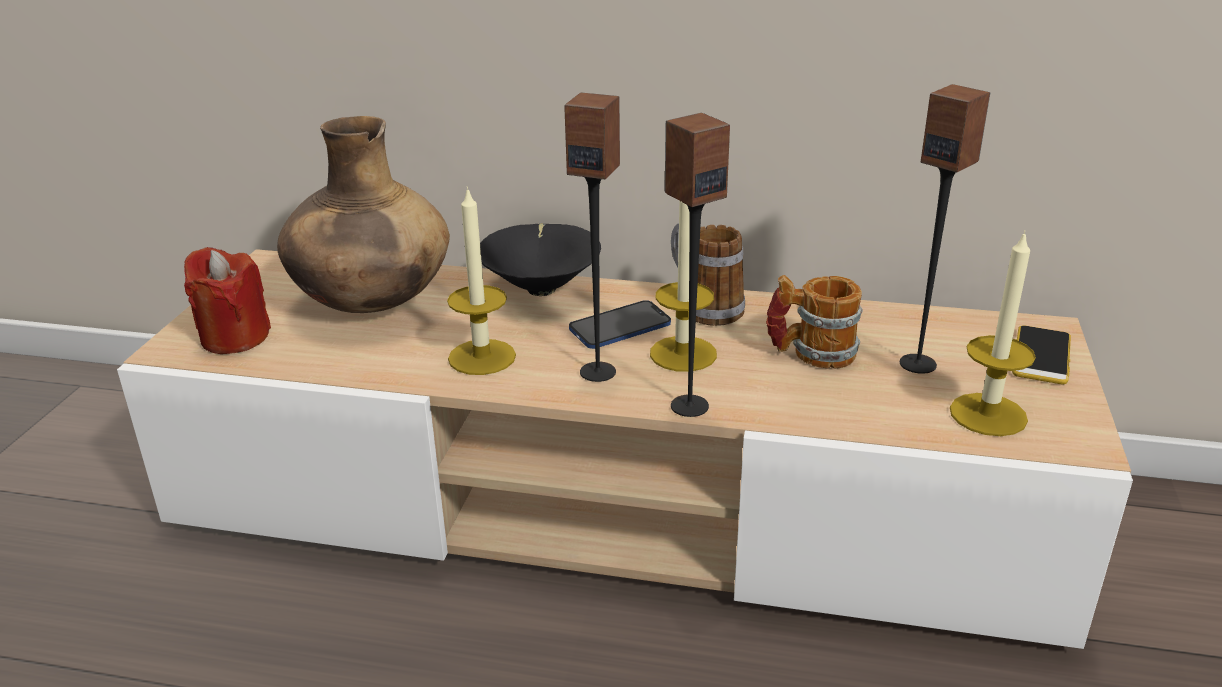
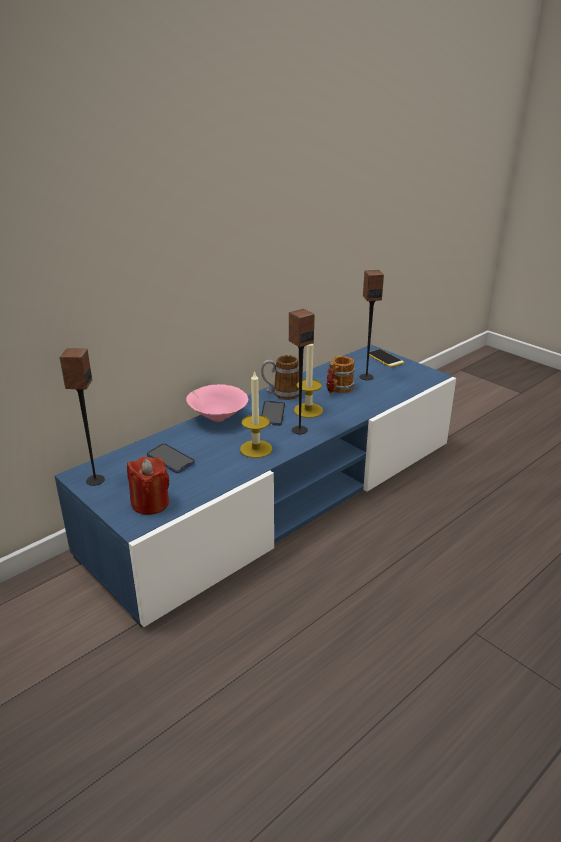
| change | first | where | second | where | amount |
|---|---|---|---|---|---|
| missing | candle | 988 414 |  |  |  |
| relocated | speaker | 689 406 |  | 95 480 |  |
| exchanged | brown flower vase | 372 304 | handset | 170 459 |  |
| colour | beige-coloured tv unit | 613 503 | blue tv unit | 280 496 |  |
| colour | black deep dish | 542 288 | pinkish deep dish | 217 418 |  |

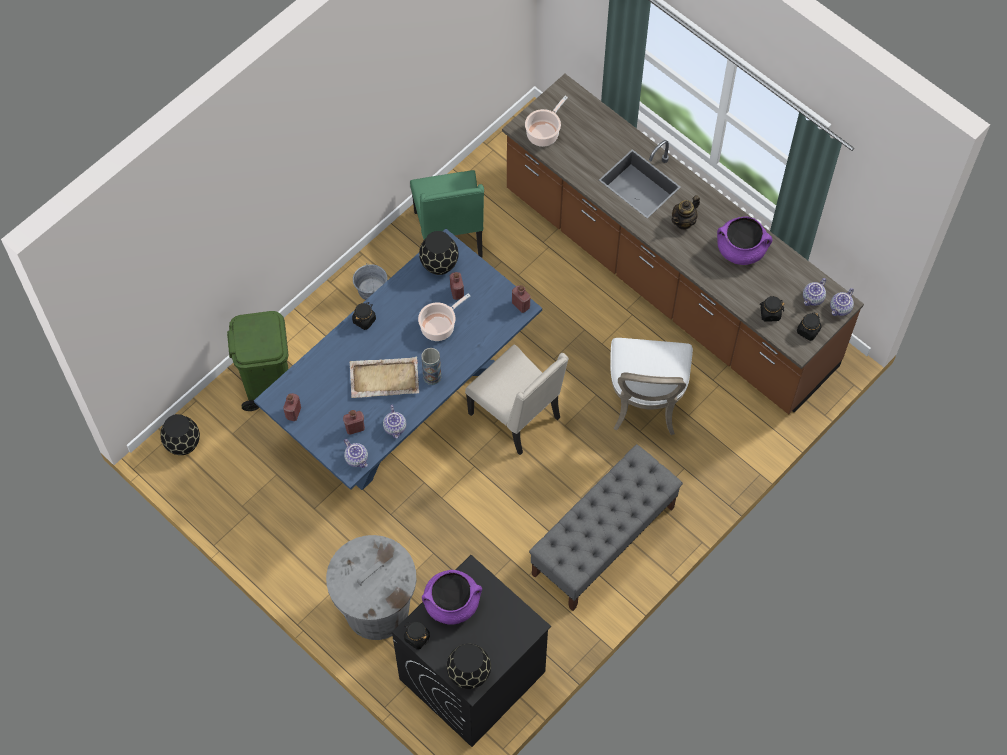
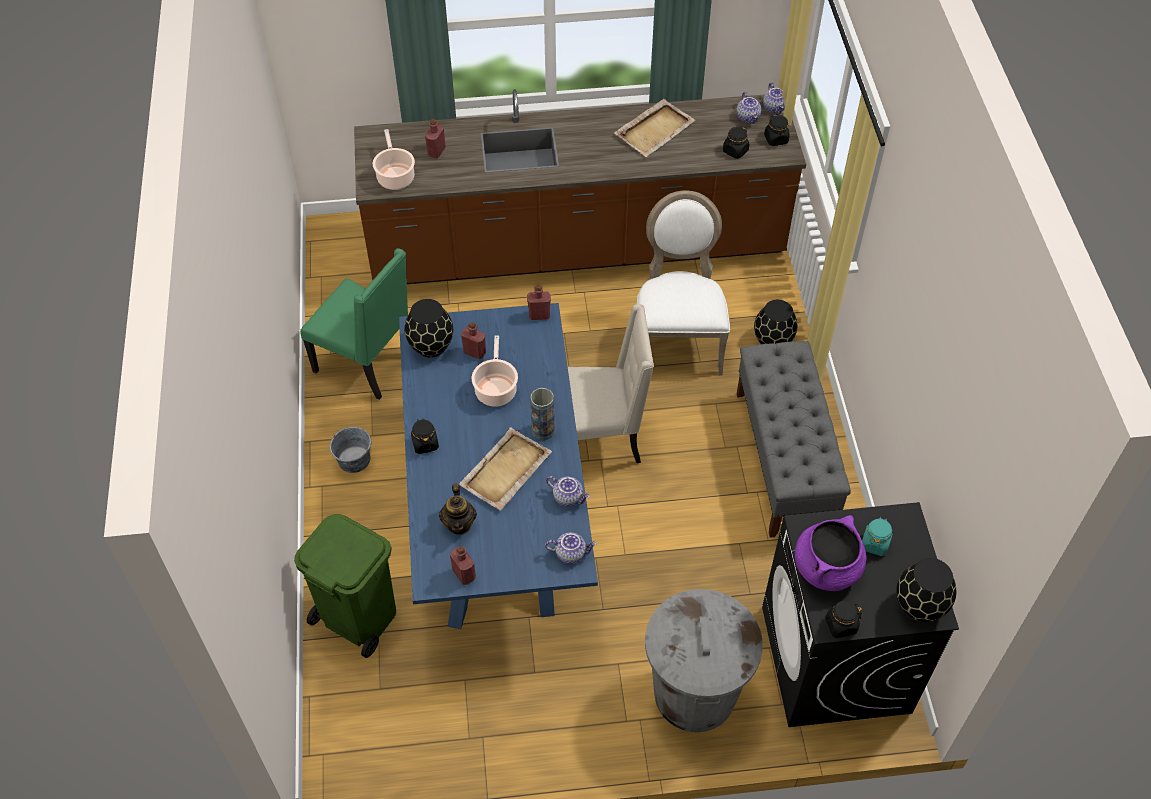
| change | first | where | second | where | amount |
|---|---|---|---|---|---|
| appeared |  |  | turquoise-coloured storage jar | 875 543 |  |
| relocated | black flower vase | 183 443 |  | 772 341 |  |
| relocated | red bottle | 355 428 |  | 436 151 |  |
| relocated | teapot | 684 221 |  | 459 524 |  |
| exchanged | purplish stockpot | 741 249 | beige-coloured tray | 655 129 |  |
| spun | whitish chair | 645 403 |  | 677 339 | 135 degrees counterclockwise |

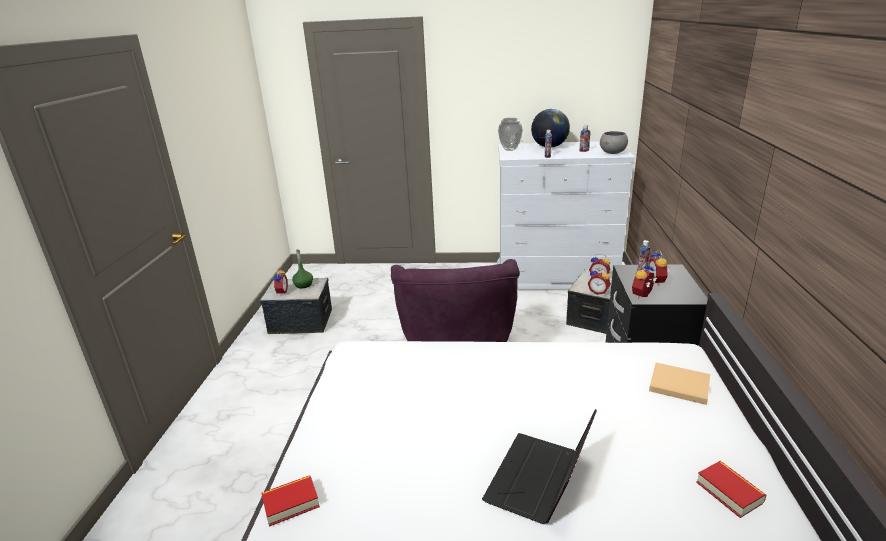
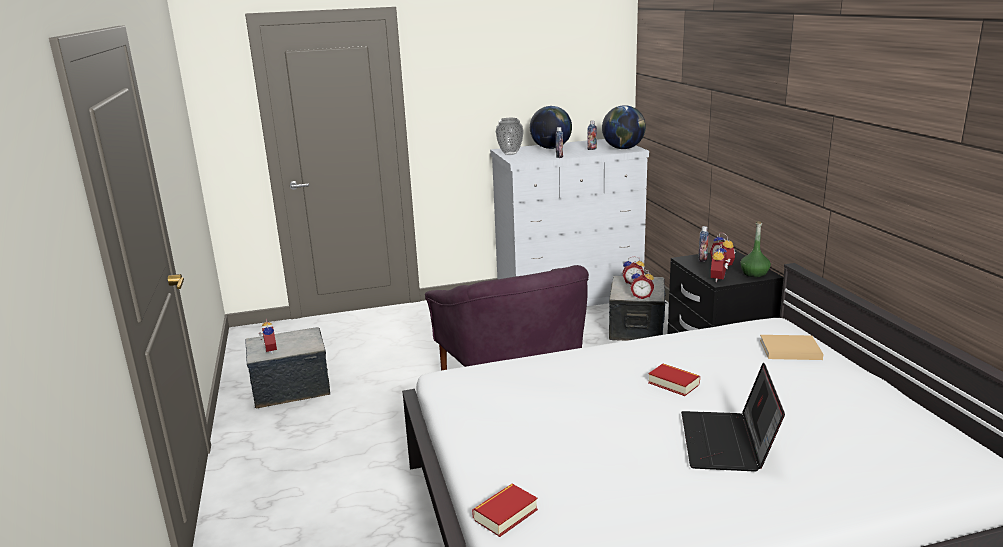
| change | first | where | second | where | amount |
|---|---|---|---|---|---|
| relocated | green bottle | 303 285 |  | 754 273 |  |
| relocated | bound book | 729 492 |  | 673 384 |  |
| exchanged | greyish deep dish | 613 153 | desk globe | 623 148 |  |

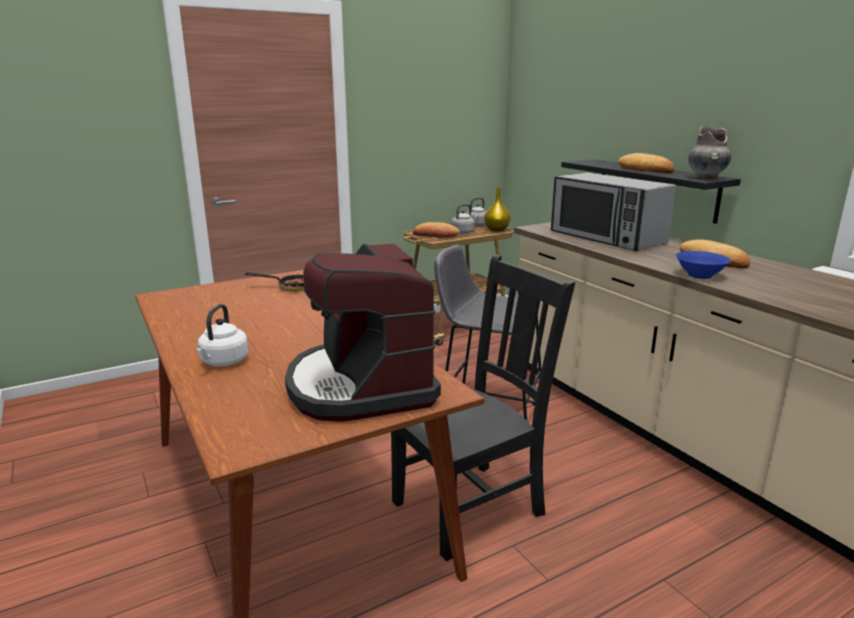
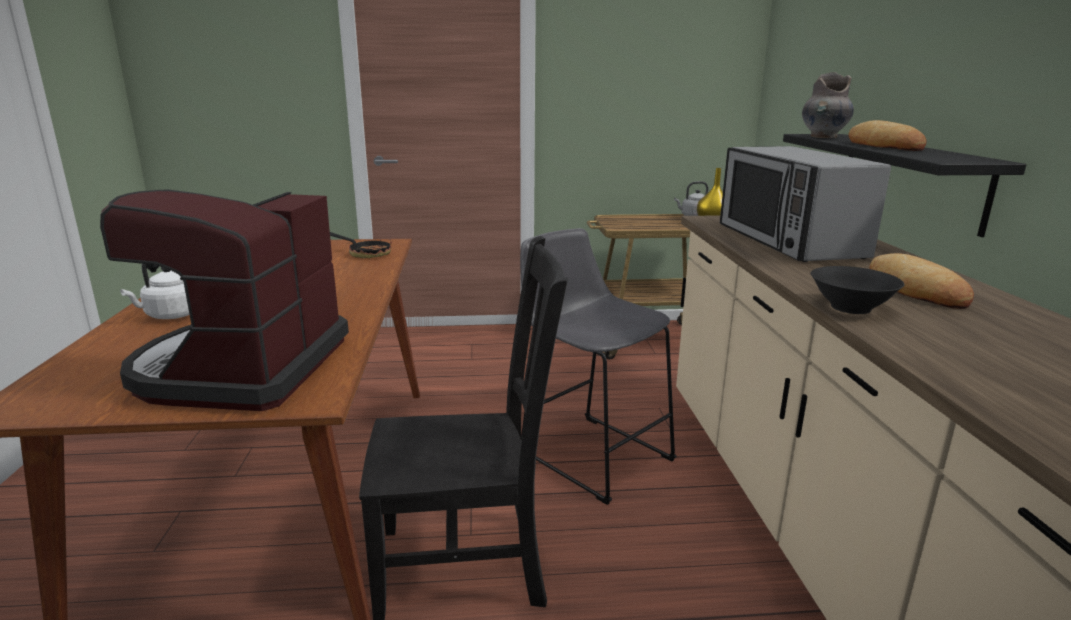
| change | first | where | second | where | amount |
|---|---|---|---|---|---|
| missing | baked bread | 435 235 |  |  |  |
| missing | greyish water kettle | 463 232 |  |  |  |
| relocated | greyish flower vase | 706 178 |  | 823 137 |  |
| colour | blue deep dish | 699 275 | black deep dish | 849 307 |  |

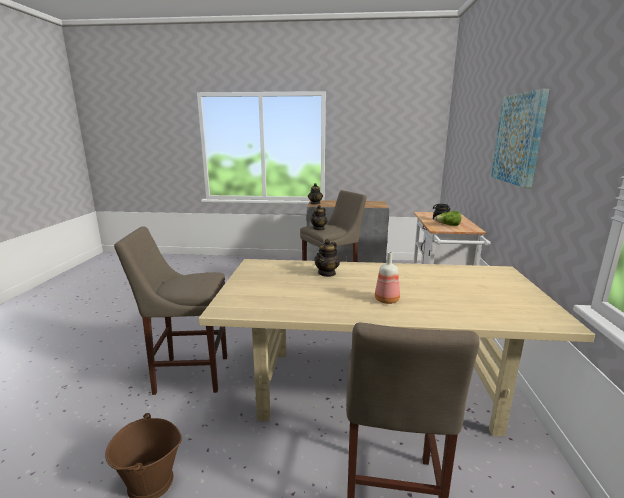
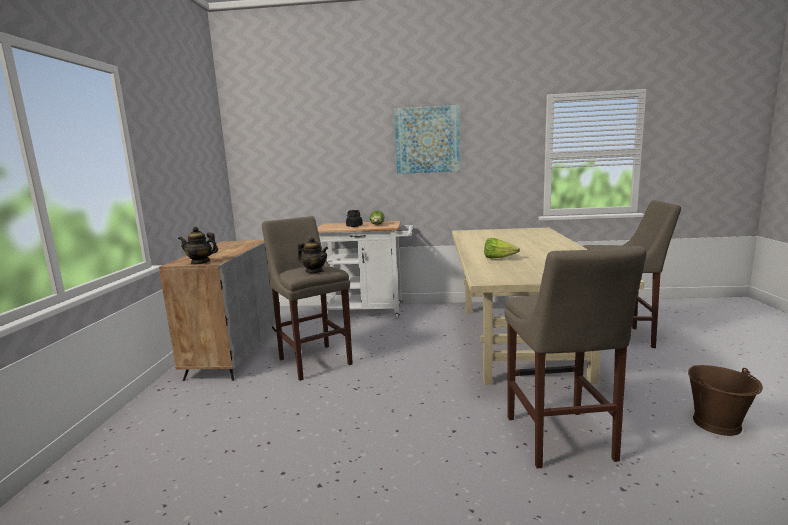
| change | first | where | second | where | amount |
|---|---|---|---|---|---|
| missing | bottle | 387 300 |  |  |  |
| exchanged | teapot | 327 273 | head of lettuce | 498 258 |  |

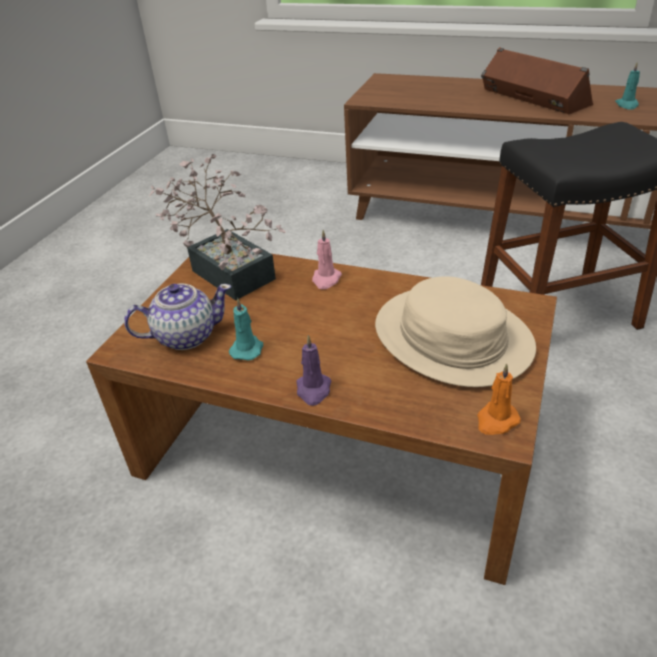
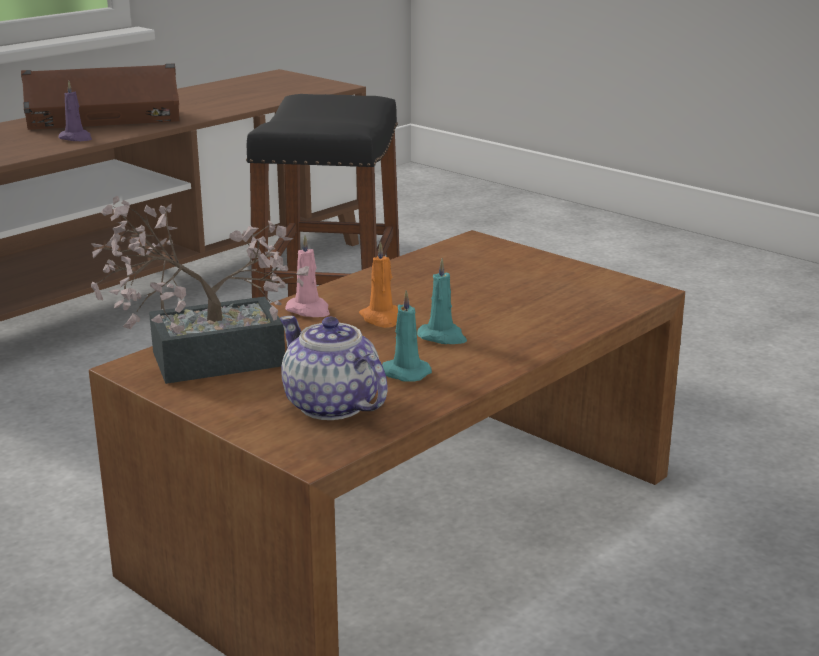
| change | first | where | second | where | amount |
|---|---|---|---|---|---|
| missing | beige-coloured clothing hat | 452 337 |  |  |  |
| relocated | purplish candle | 313 390 |  | 76 138 |  |
| relocated | orange candle | 496 421 |  | 382 318 |  |
| relocated | turquoise-coloured candle | 627 105 |  | 443 337 |  |
| spun | teapot | 185 336 |  | 331 406 | 45 degrees counterclockwise |

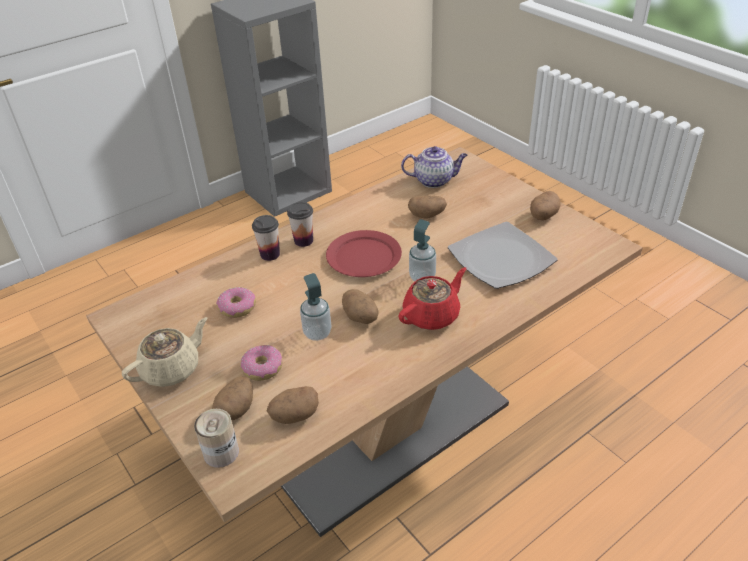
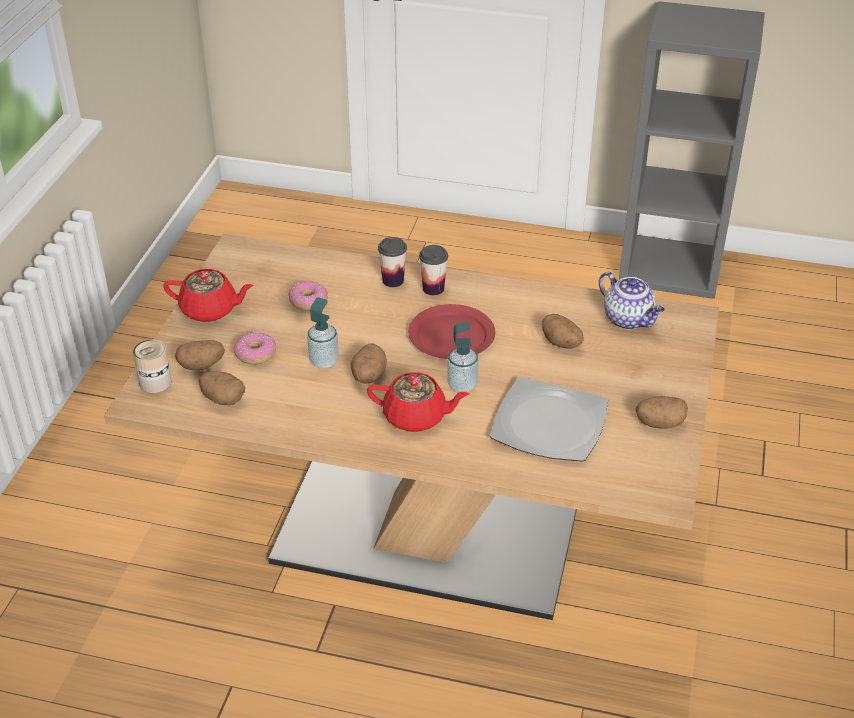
| change | first | where | second | where | amount |
|---|---|---|---|---|---|
| colour | beige-coloured teapot | 172 369 | red teapot | 210 310 |  |

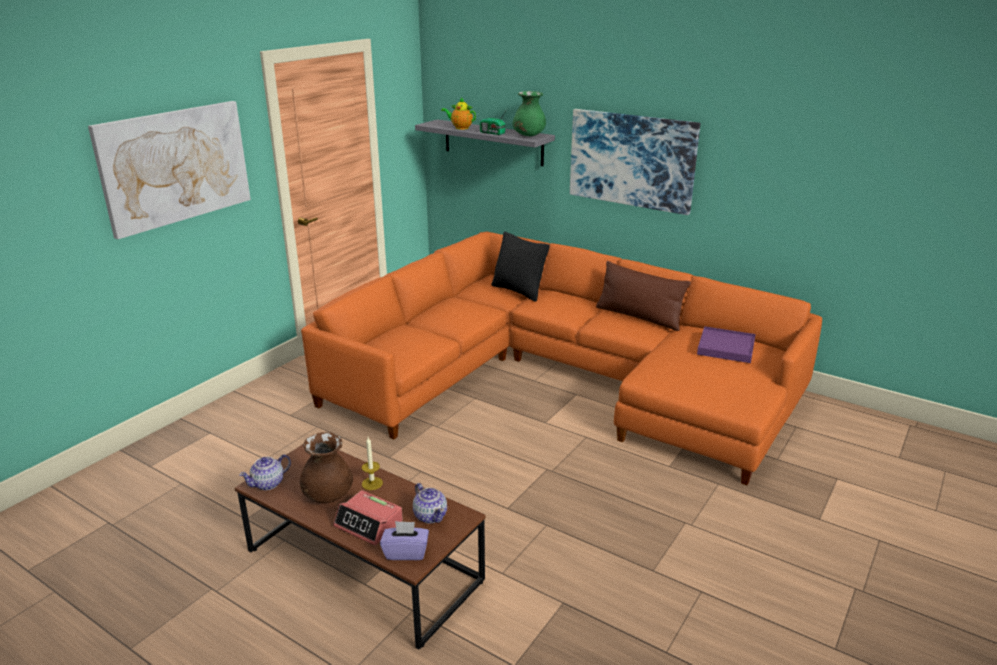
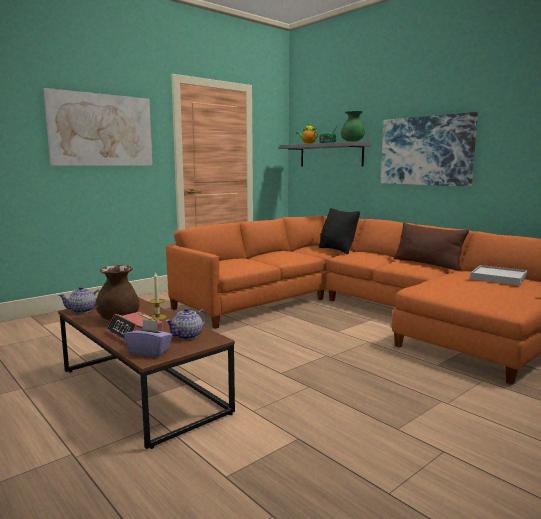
| change | first | where | second | where | amount |
|---|---|---|---|---|---|
| colour | purplish tray | 726 347 | whitish tray | 498 278 |  |
| spun | teapot | 430 515 |  | 188 336 | 60 degrees clockwise |

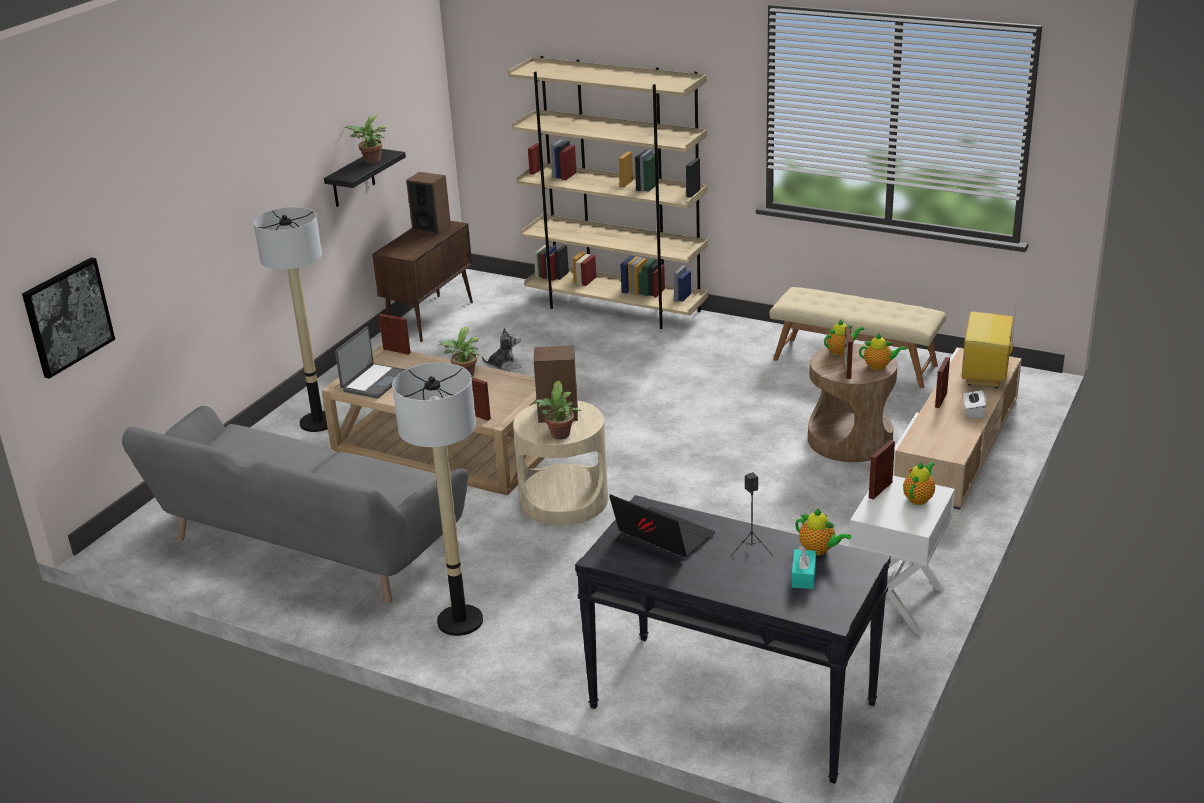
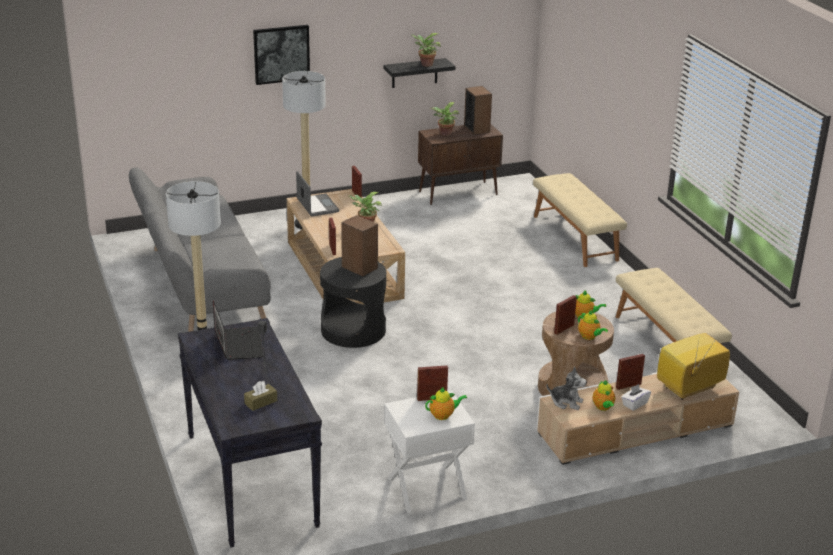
| change | first | where | second | where | amount |
|---|---|---|---|---|---|
| relocated | wall picture | 67 316 |  | 281 54 |  |
| relocated | cuddly toy | 504 367 |  | 566 402 |  |
| relocated | potted plant | 559 436 |  | 444 134 |  |
| relocated | teapot | 819 550 |  | 603 407 |  |
| exchanged | beige-coloured bookshelf | 617 308 | beige-coloured long seat | 575 238 |  |
| colour | beige-coloured accent table | 563 501 | black accent table | 353 330 |  |
| colour | turquoise-coloured box of tissues | 803 576 | brown box of tissues | 261 402 |  |
| spun | notebook computer | 374 382 |  | 316 206 | 90 degrees counterclockwise |

